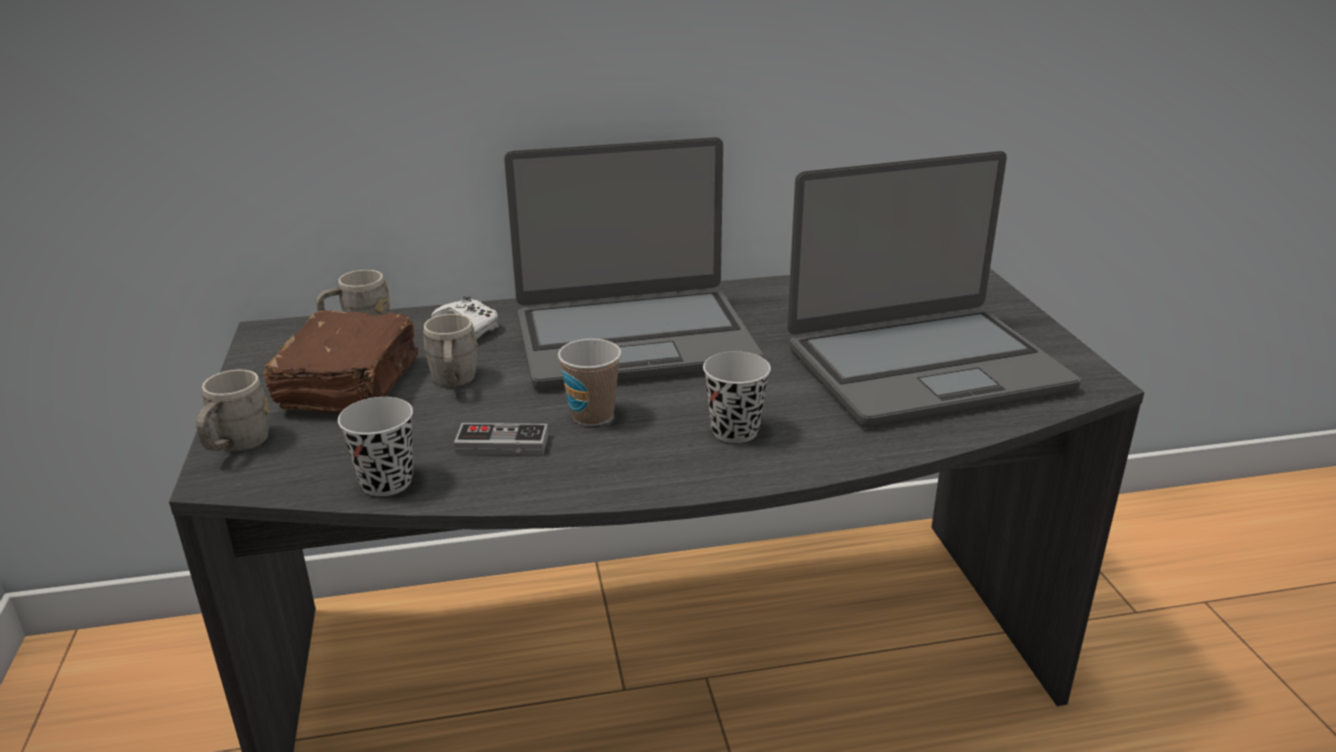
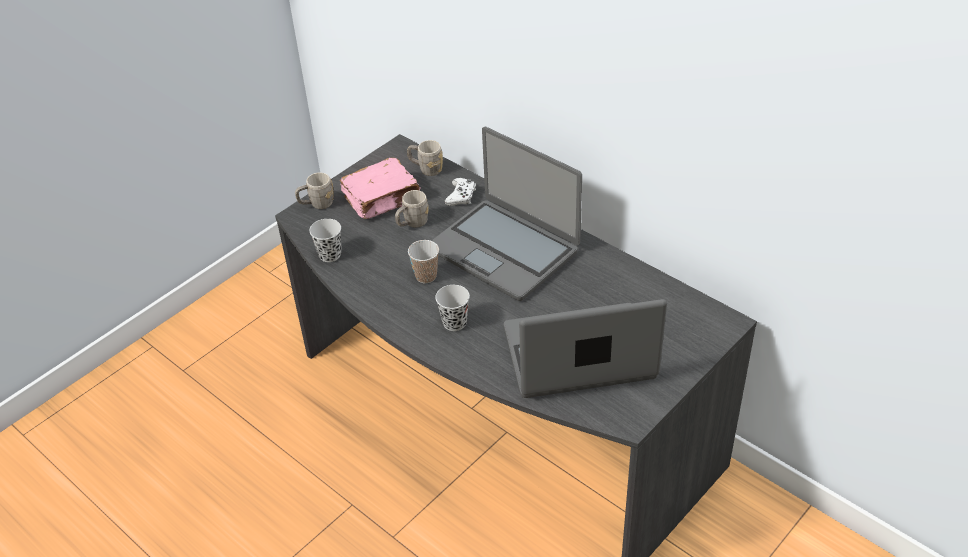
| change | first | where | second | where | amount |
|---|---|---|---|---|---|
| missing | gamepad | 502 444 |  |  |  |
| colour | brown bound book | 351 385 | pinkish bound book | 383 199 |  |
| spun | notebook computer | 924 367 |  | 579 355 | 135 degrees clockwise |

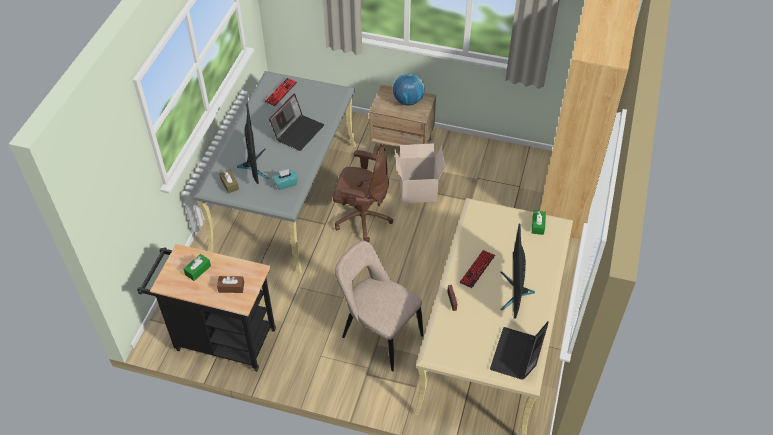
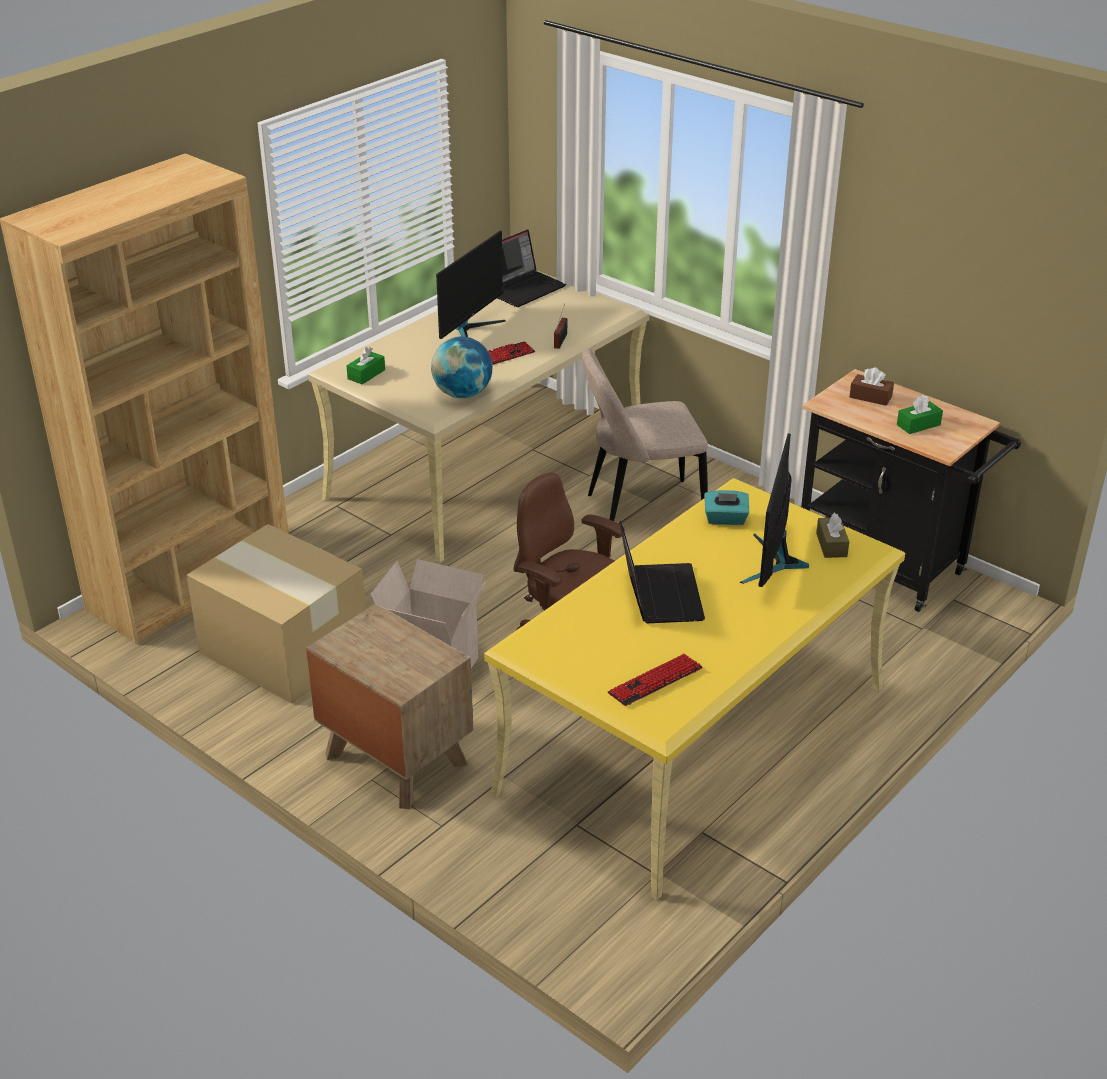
| change | first | where | second | where | amount |
|---|---|---|---|---|---|
| appeared |  |  | carton | 283 648 |  |
| relocated | desk globe | 408 101 |  | 462 394 |  |
| colour | greyish desk unit | 286 195 | yellow-coloured desk unit | 693 740 |  |
| spun | notebook computer | 298 131 |  | 658 594 | 120 degrees clockwise |
| spun | beige-coloured chair | 379 334 |  | 640 510 | 105 degrees clockwise |

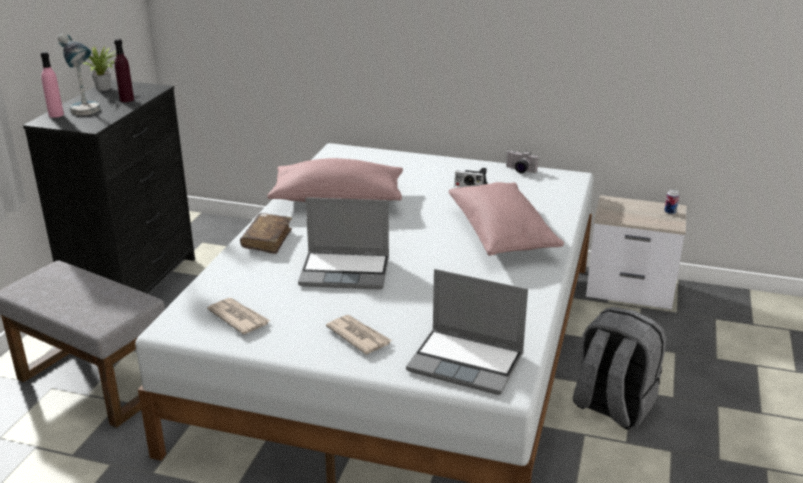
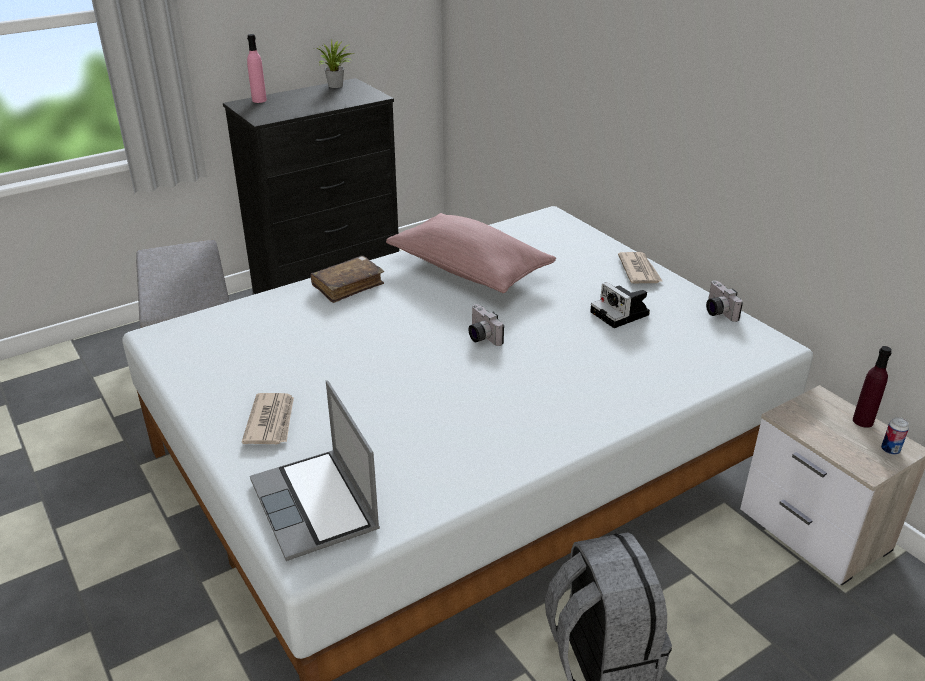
| change | first | where | second | where | amount |
|---|---|---|---|---|---|
| missing | table lamp | 86 114 |  |  |  |
| missing | notebook computer | 346 271 |  |  |  |
| missing | pinkish pillow | 501 235 |  |  |  |
| appeared |  |  | still camera | 481 336 |  |
| relocated | purplish bottle | 127 99 |  | 862 421 |  |
| relocated | daily paper | 239 318 |  | 639 270 |  |

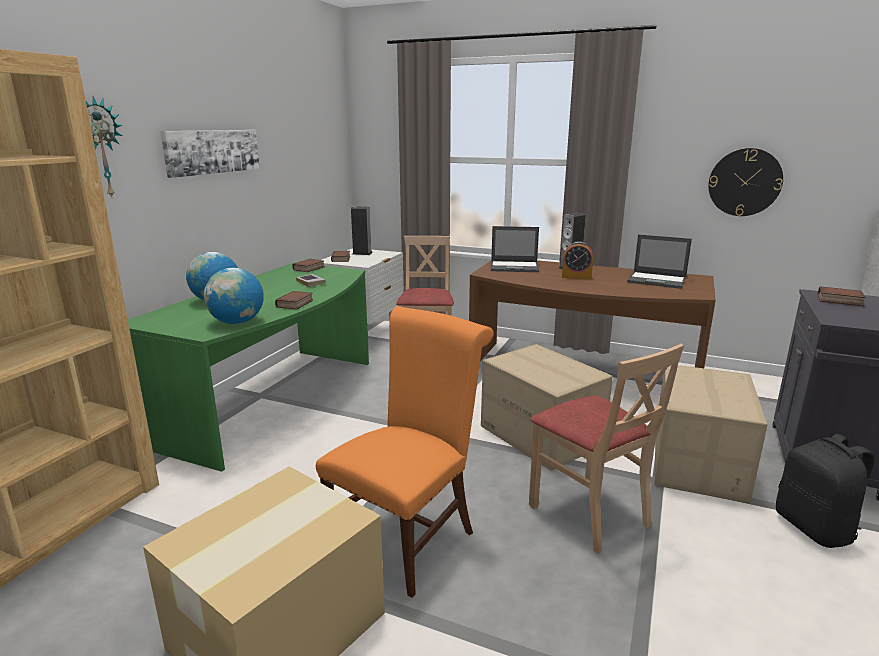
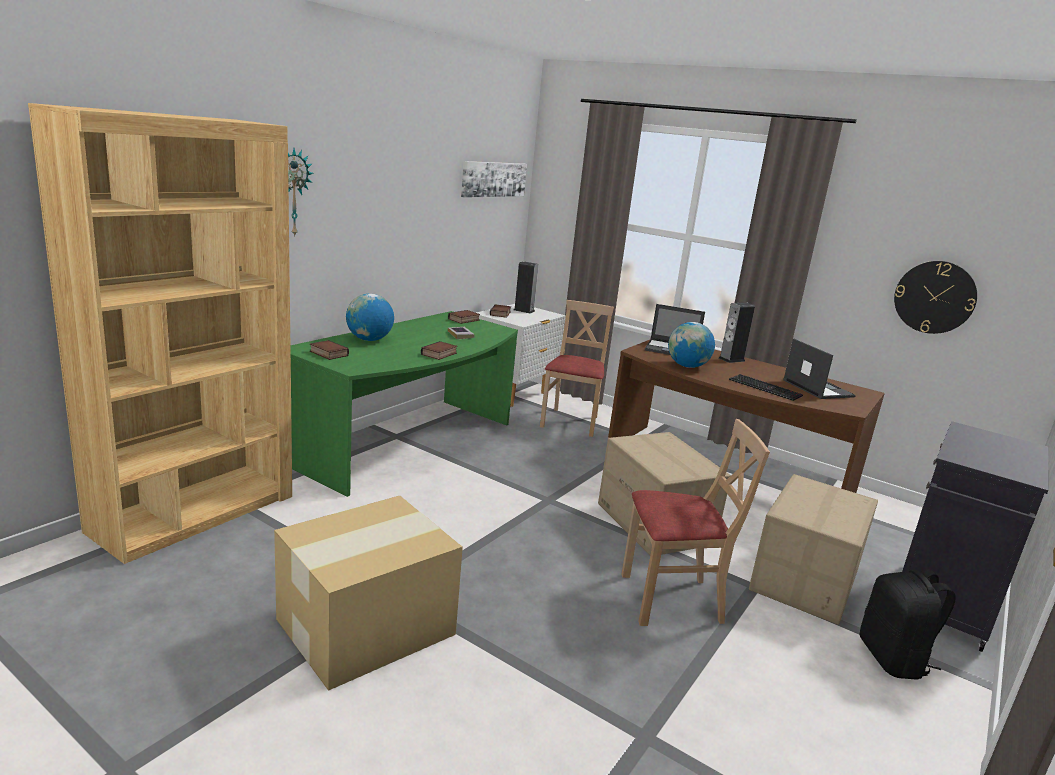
| change | first | where | second | where | amount |
|---|---|---|---|---|---|
| missing | orange chair | 408 535 |  |  |  |
| missing | table clock | 576 277 |  |  |  |
| appeared |  |  | PC keyboard | 766 388 |  |
| relocated | wall picture | 212 151 |  | 493 179 |  |
| relocated | desk globe | 237 322 |  | 687 366 |  |
| relocated | bound book | 839 300 |  | 327 353 |  |
| spun | beige-coloured chair | 589 513 |  | 671 599 | 75 degrees counterclockwise |
| spun | notebook computer | 657 280 |  | 817 388 | 150 degrees counterclockwise |

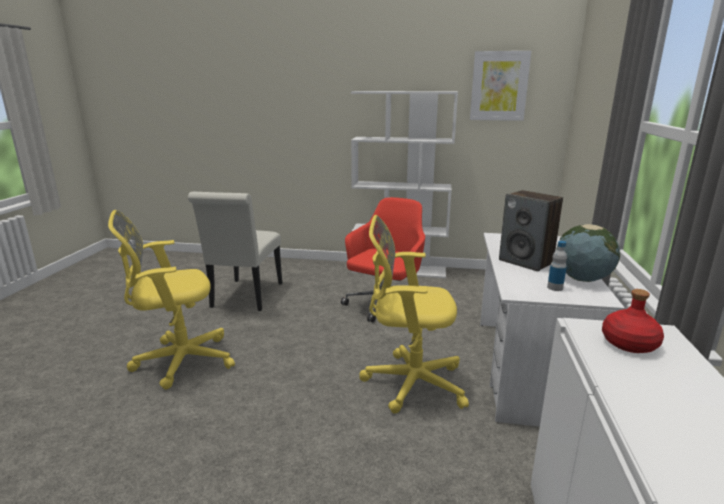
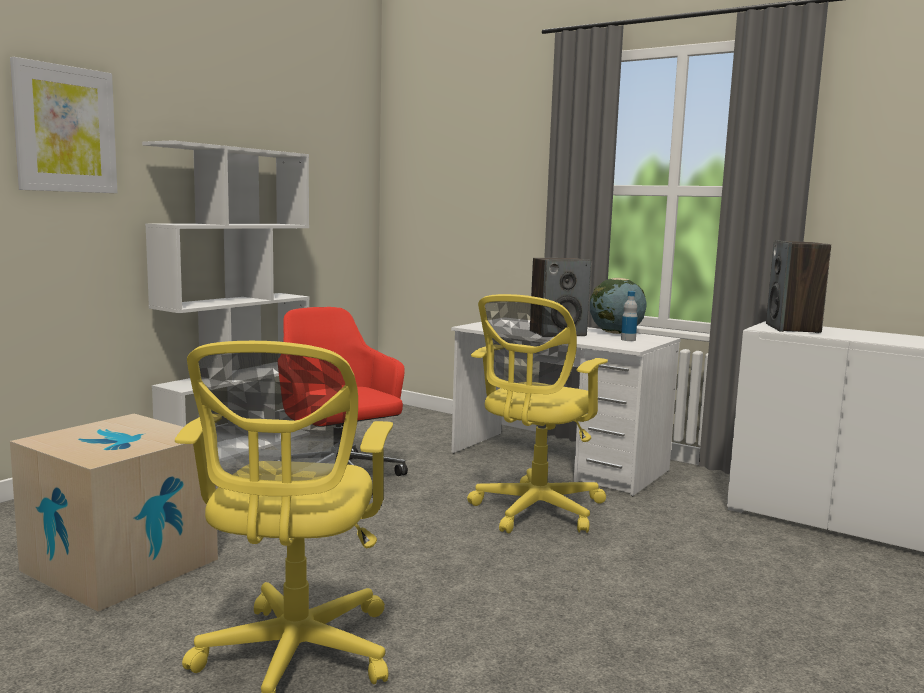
| change | first | where | second | where | amount |
|---|---|---|---|---|---|
| relocated | wall picture | 499 86 |  | 65 129 |  |
| exchanged | whitish chair | 245 297 | carton | 120 565 |  |
| exchanged | red bottle | 629 344 | speaker | 793 328 |  |

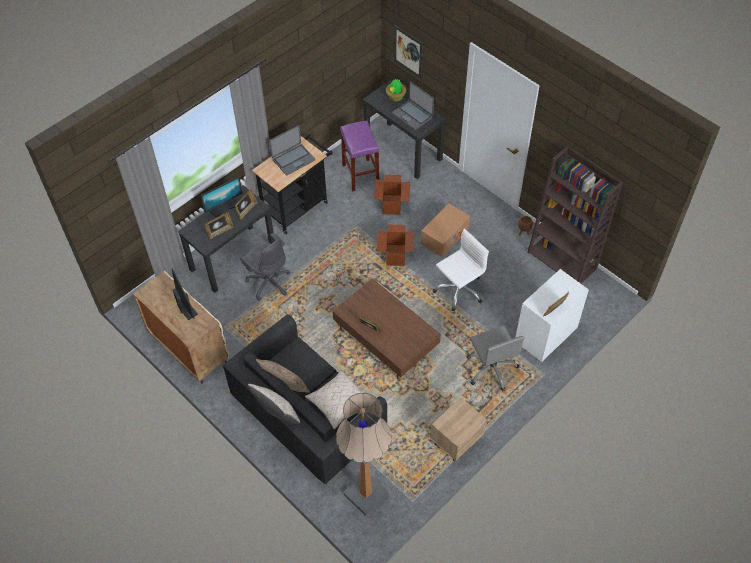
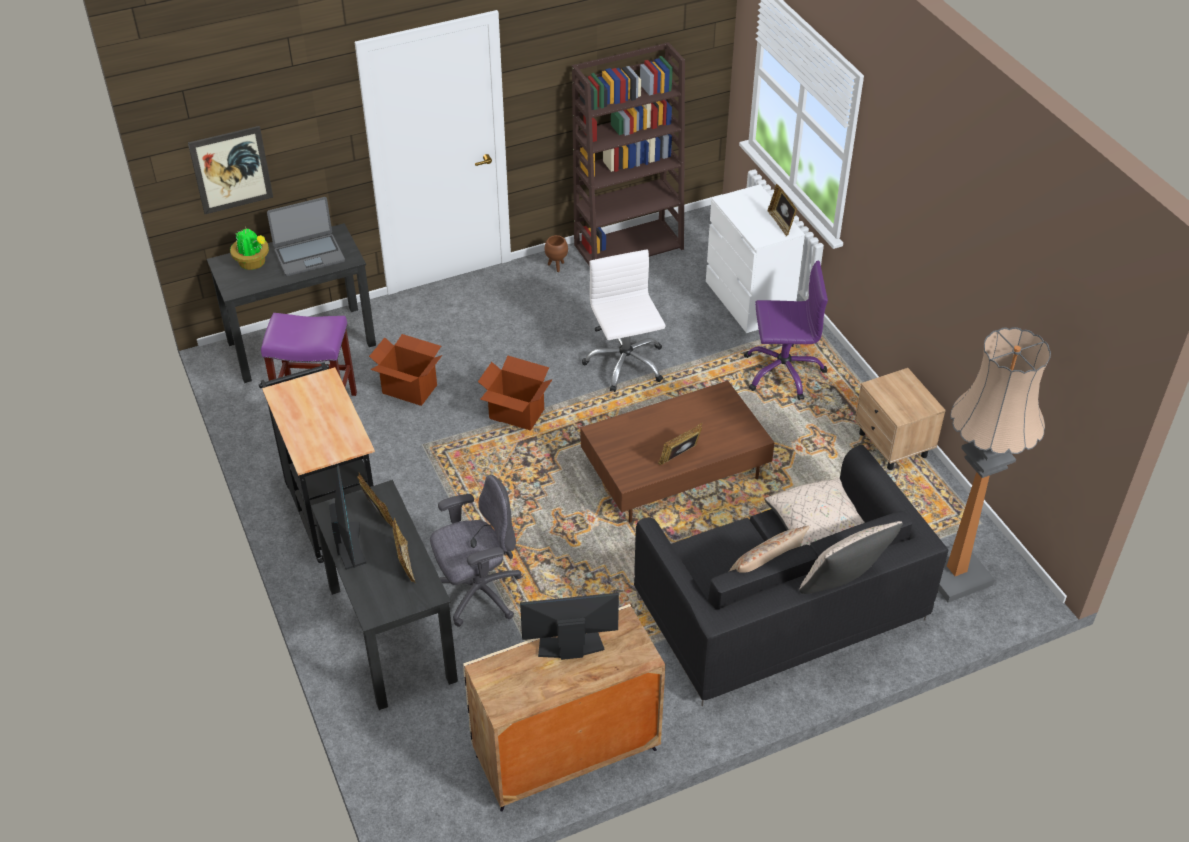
| change | first | where | second | where | amount |
|---|---|---|---|---|---|
| missing | notebook computer | 293 159 |  |  |  |
| missing | carton | 444 236 |  |  |  |
| colour | greyish desk chair | 491 369 | purplish desk chair | 783 372 |  |

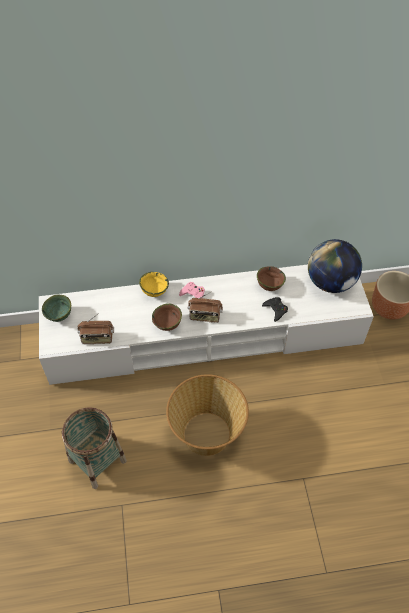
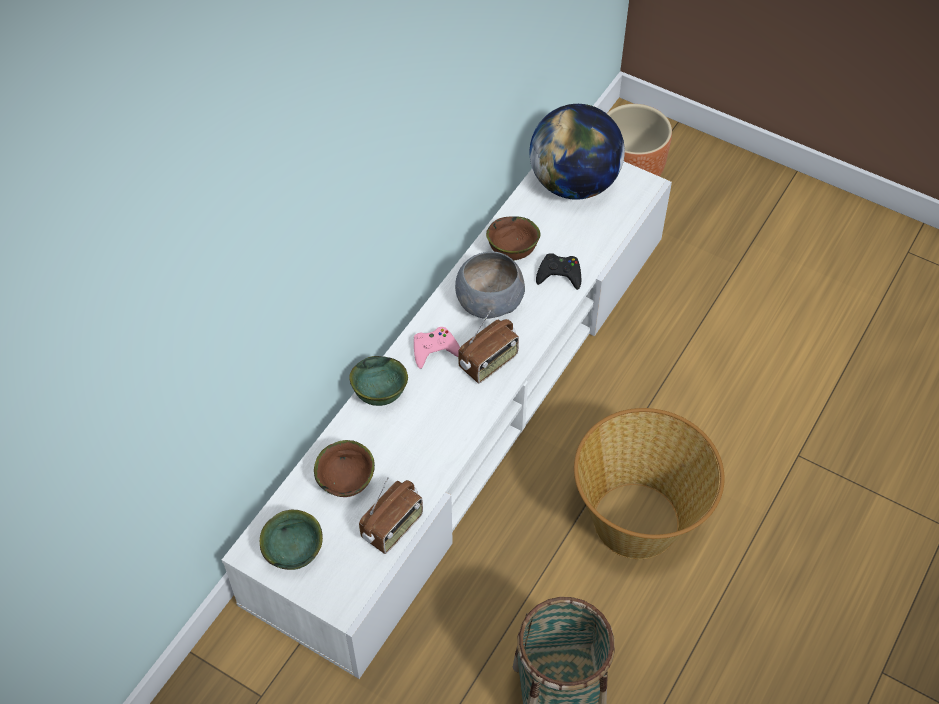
| change | first | where | second | where | amount |
|---|---|---|---|---|---|
| appeared |  |  | greyish deep dish | 488 302 |  |
| relocated | brown deep dish | 168 325 |  | 348 483 |  |
| colour | yellow-coloured deep dish | 154 291 | green deep dish | 379 395 |  |

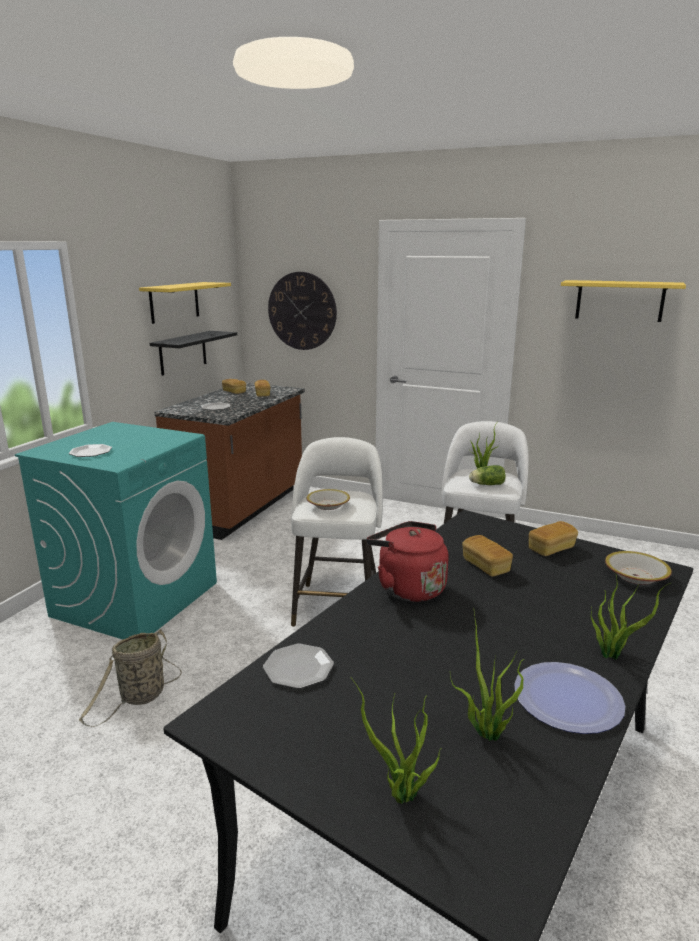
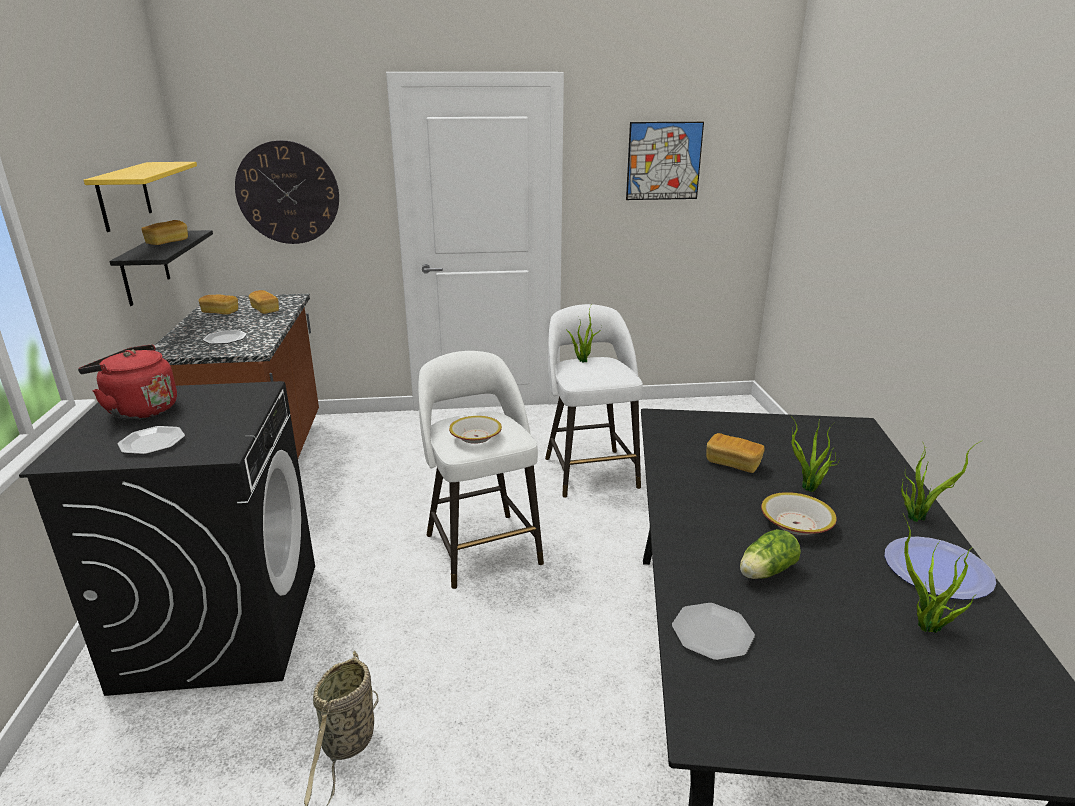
| change | first | where | second | where | amount |
|---|---|---|---|---|---|
| relocated | potted plant | 401 797 |  | 809 489 |  |
| relocated | red water kettle | 407 587 |  | 139 410 |  |
| relocated | head of lettuce | 486 484 |  | 764 572 |  |
| relocated | baked bread | 551 549 |  | 167 242 |  |
| relocated | deep dish | 635 576 |  | 795 524 |  |
| exchanged | yellow-coloured wall shelf | 619 300 | wall picture | 664 161 |  |
| colour | turquoise-coloured laundry machine | 136 598 | black laundry machine | 221 623 |  |

